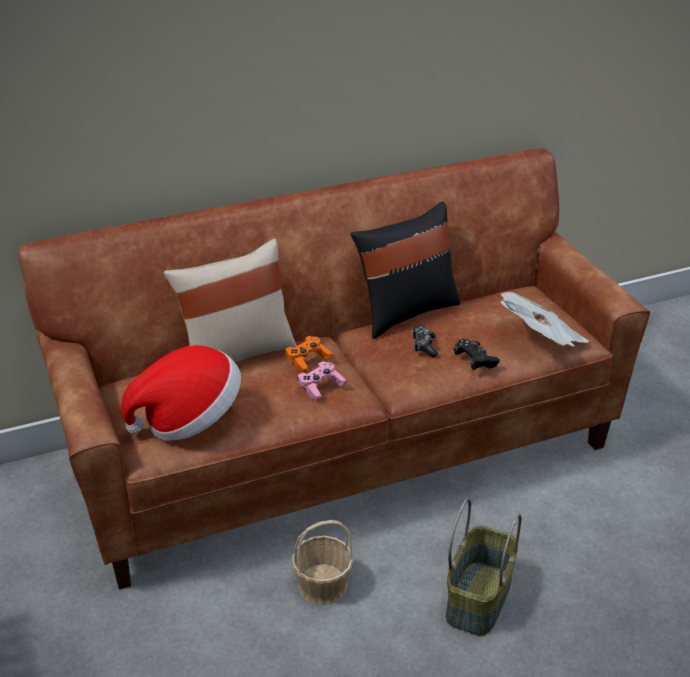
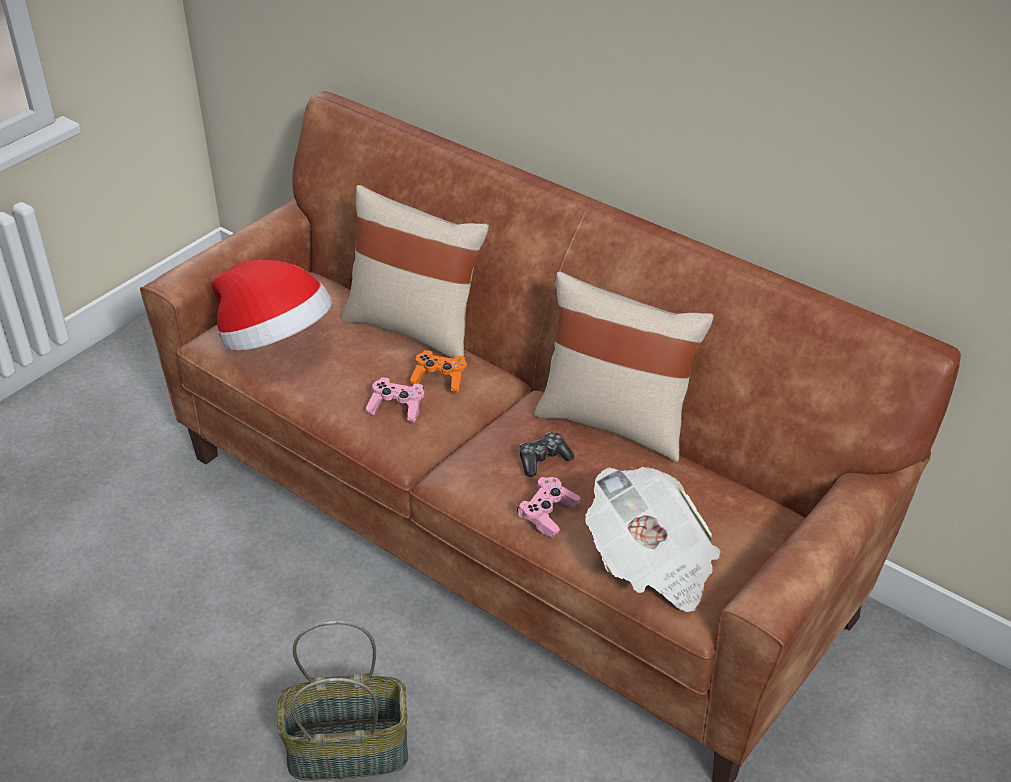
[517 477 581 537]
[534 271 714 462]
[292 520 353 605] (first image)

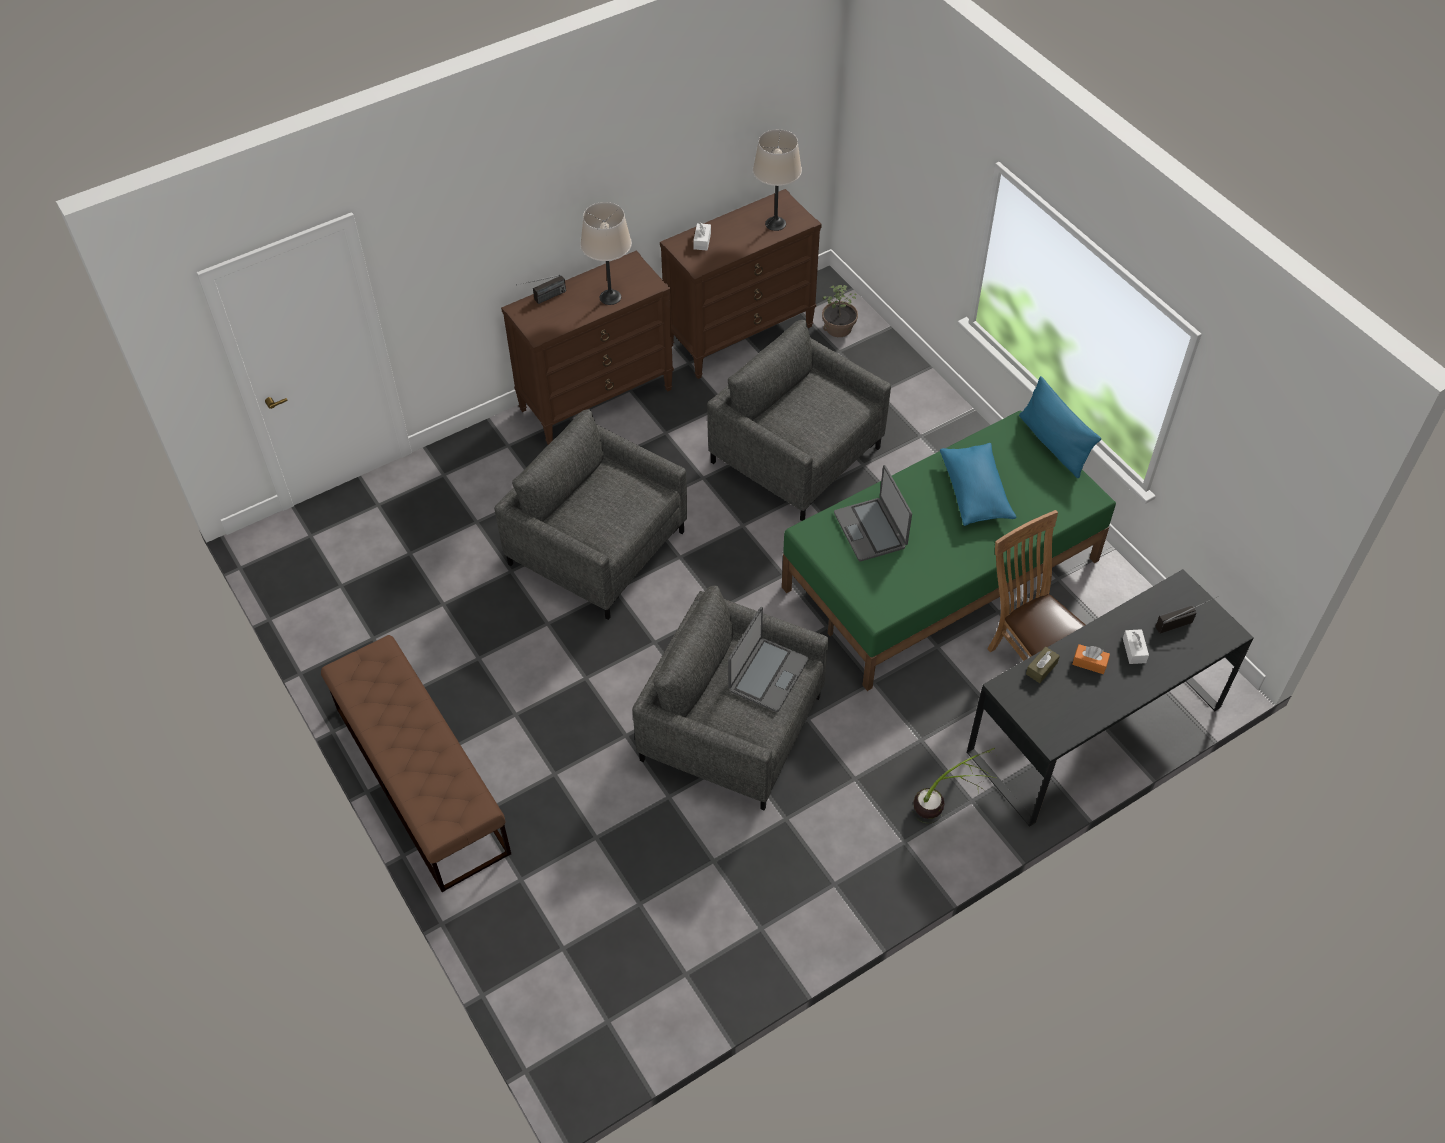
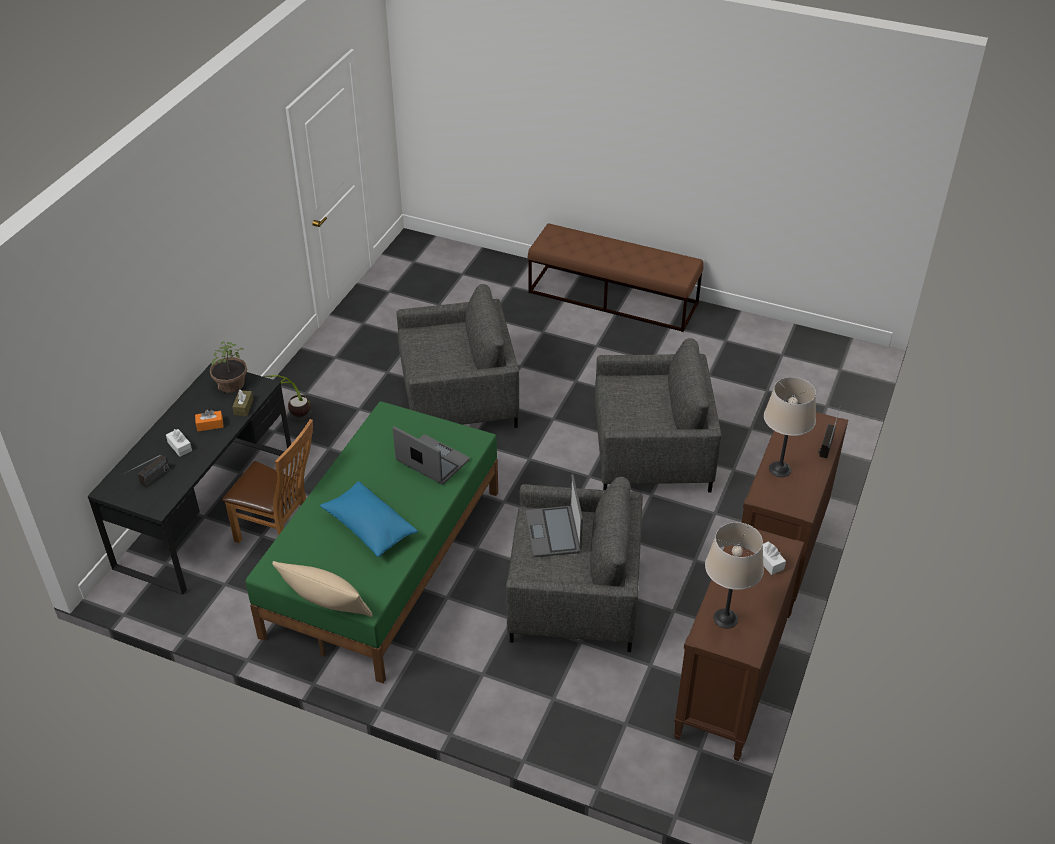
[210 342 247 393]
[272 561 373 617]
[526 474 583 557]

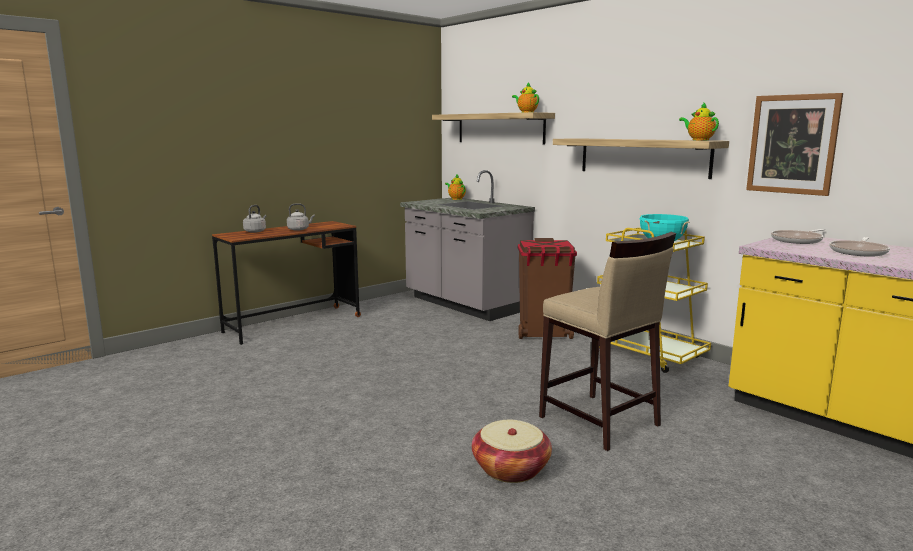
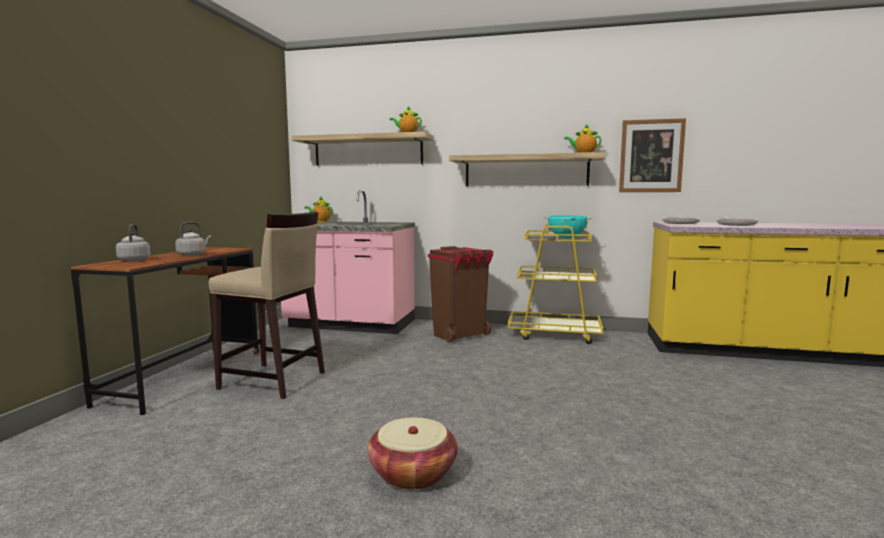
[209 211 325 399]
[281 190 415 334]
[367 417 458 490]

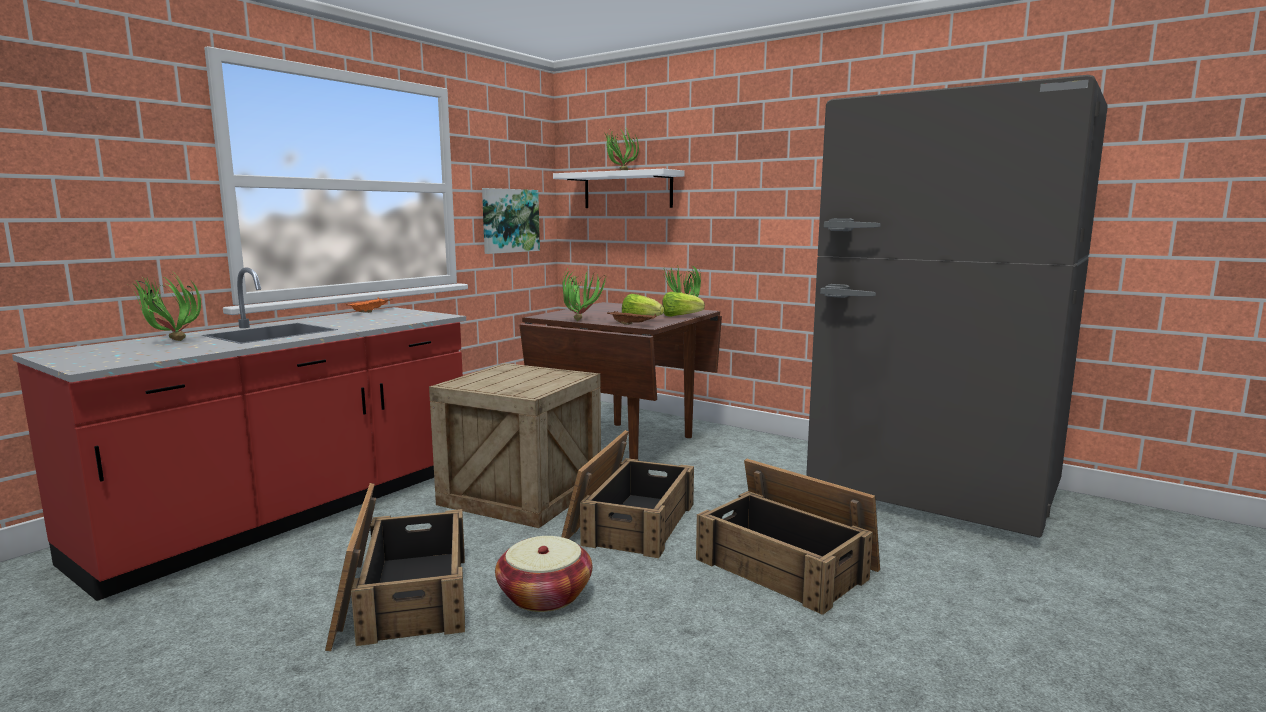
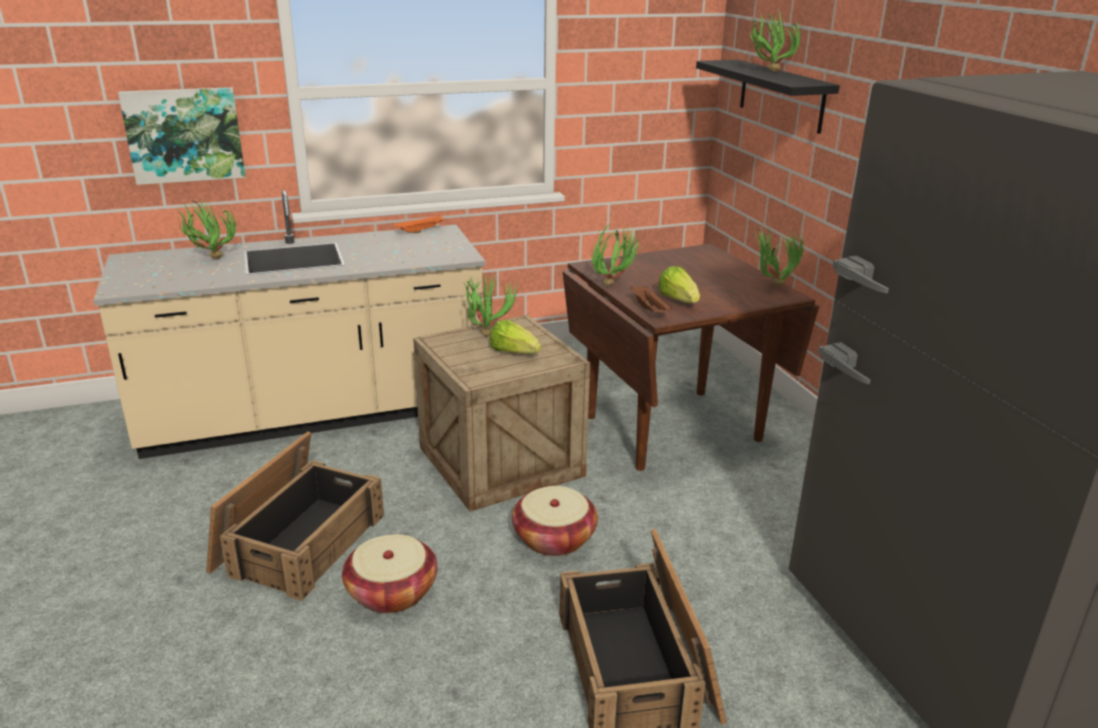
[93 190 486 459]
[118 87 246 185]
[463 275 518 337]
[490 319 541 354]
[512 486 598 556]
[696 60 840 134]

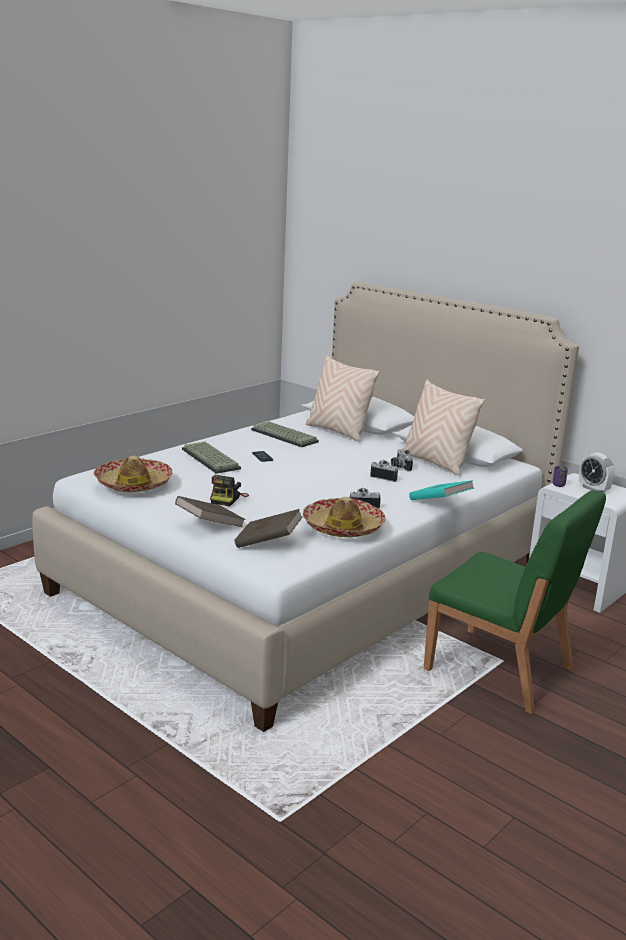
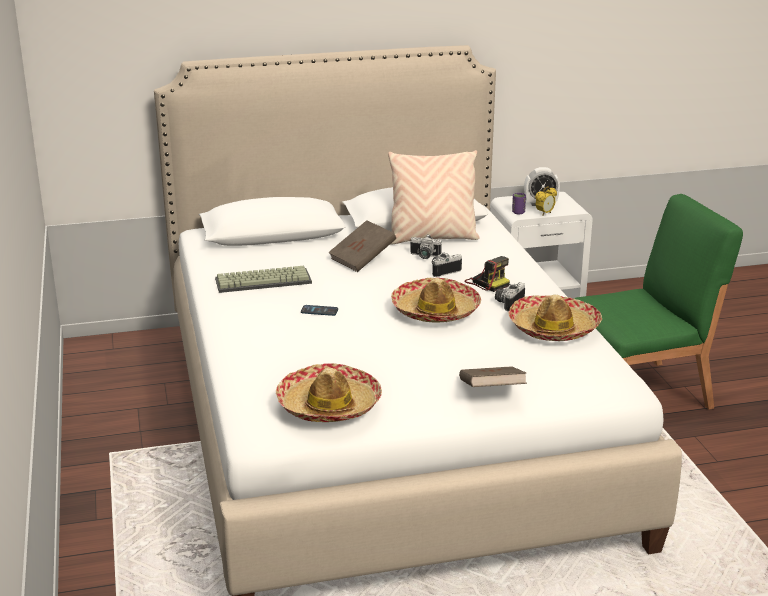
[328 220 396 272]
[391 278 481 322]
[465 256 510 292]
[535 186 557 216]
[182 442 241 474] (first image)
[306 355 380 442] (first image)
[409 480 474 500] (first image)

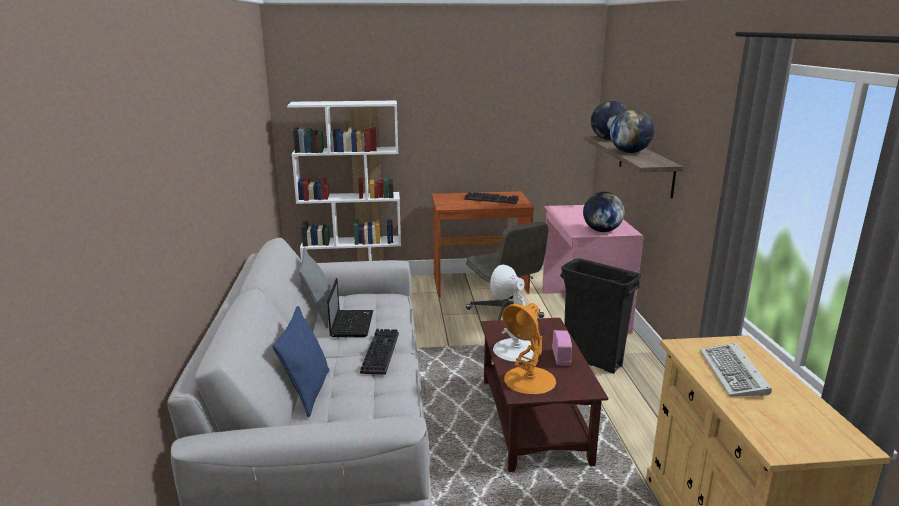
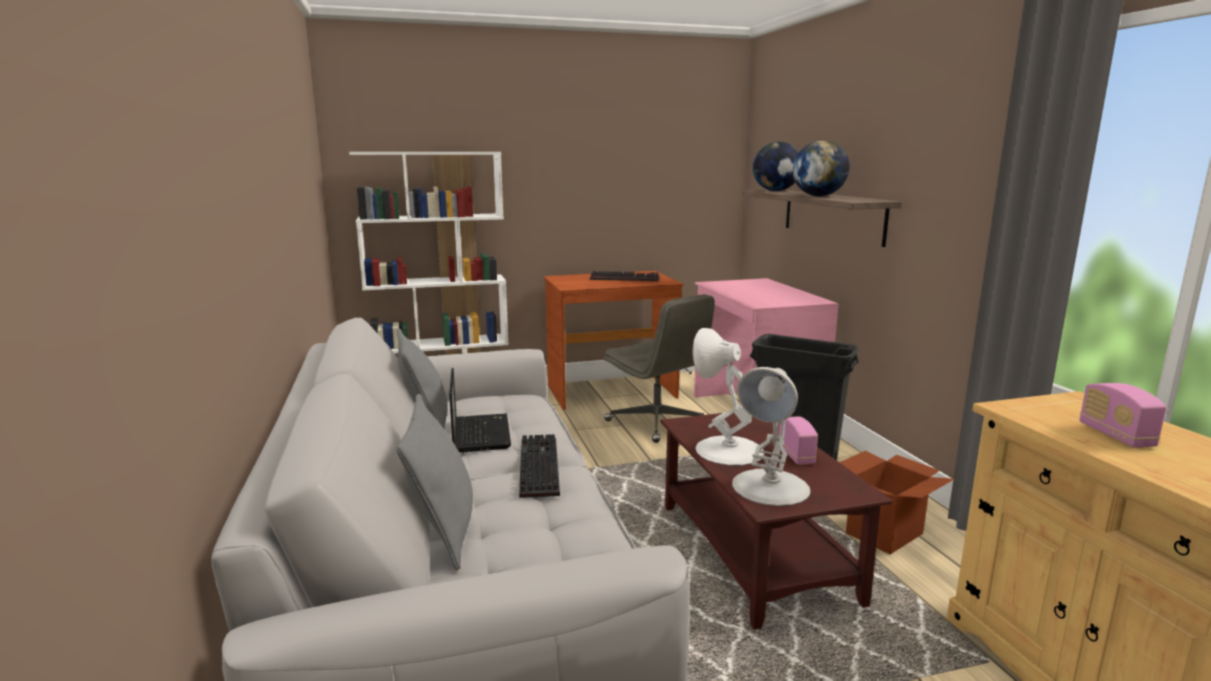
[396 394 473 570]
[732 367 811 506]
[839 451 954 554]
[1079 383 1166 448]
[583 192 625 232] (first image)

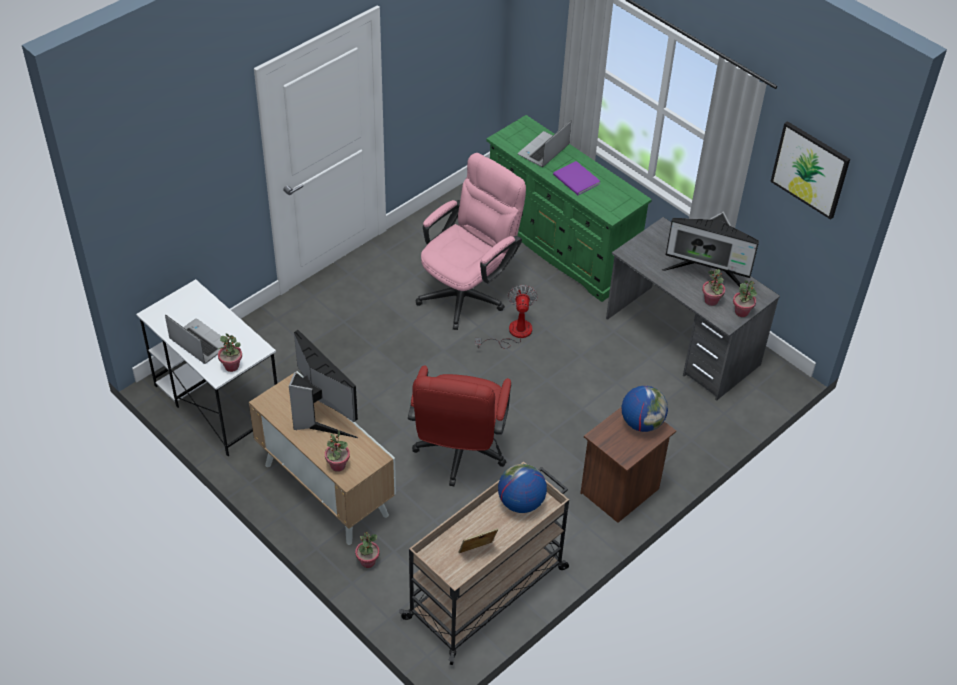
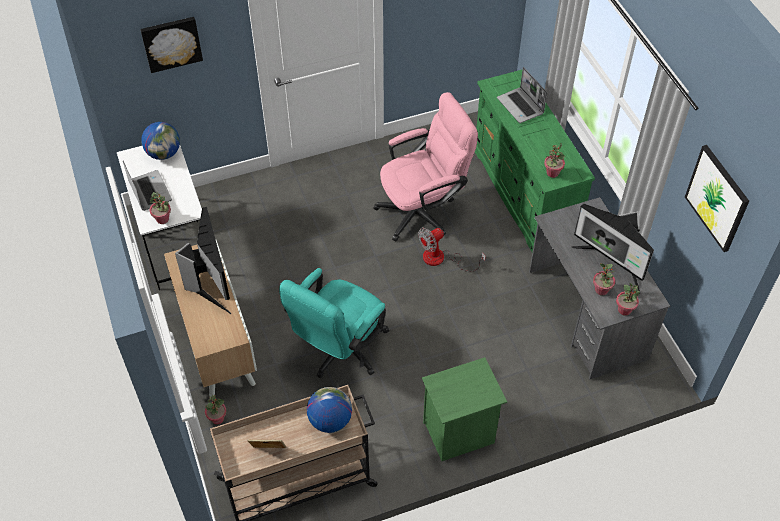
[140 17 203 73]
[141 122 180 160]
[279 268 389 379]
[418 228 486 272]
[422 357 507 461]
[497 67 547 123]
[544 143 565 178]
[553 161 600 195] (first image)

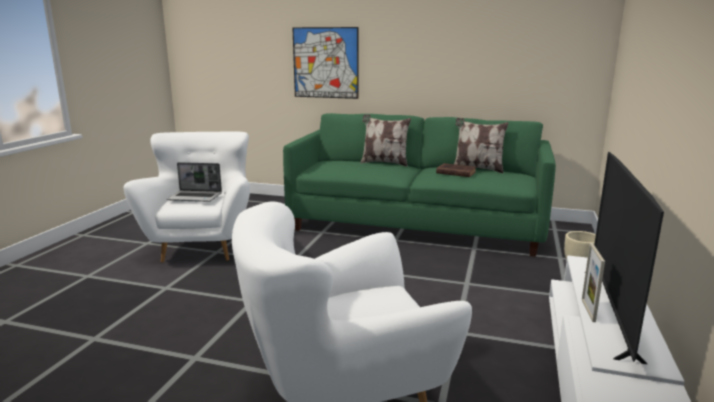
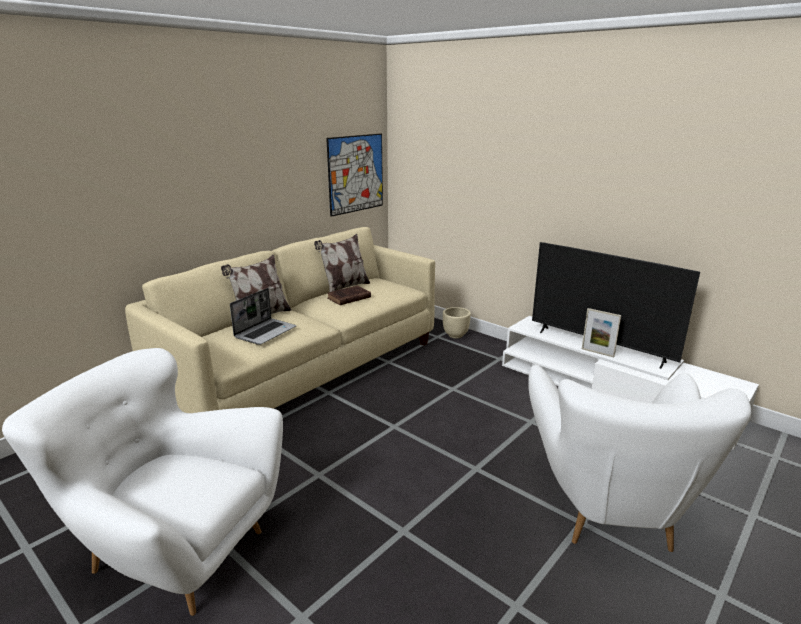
[125 227 435 413]
[230 288 296 345]
[326 133 383 217]

